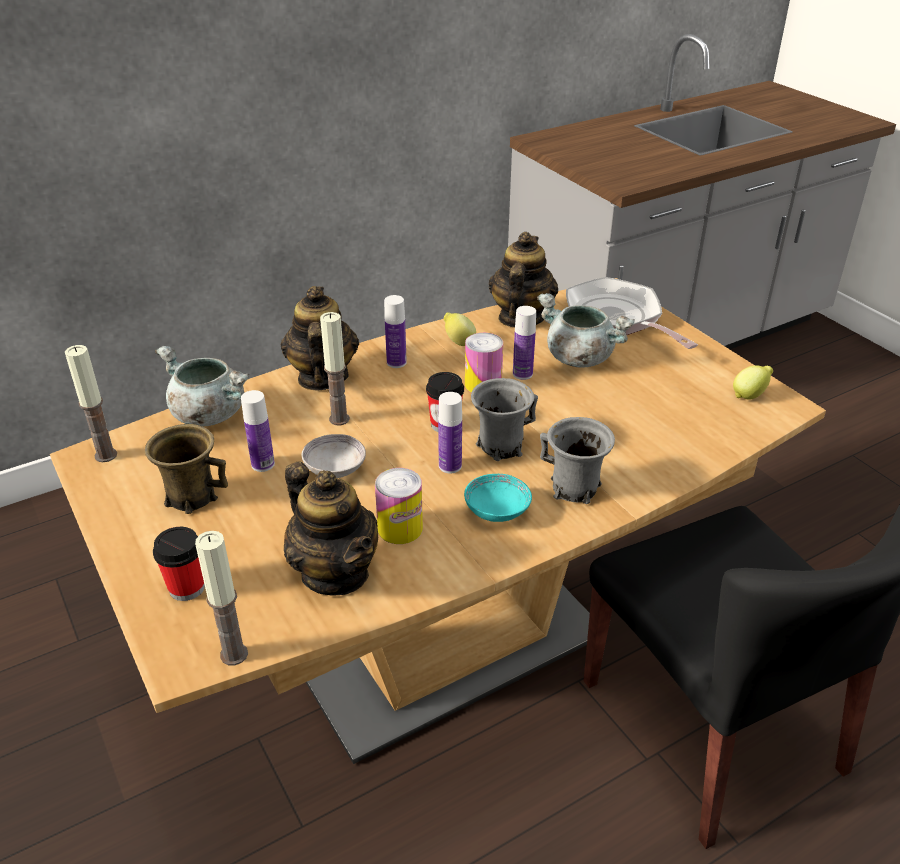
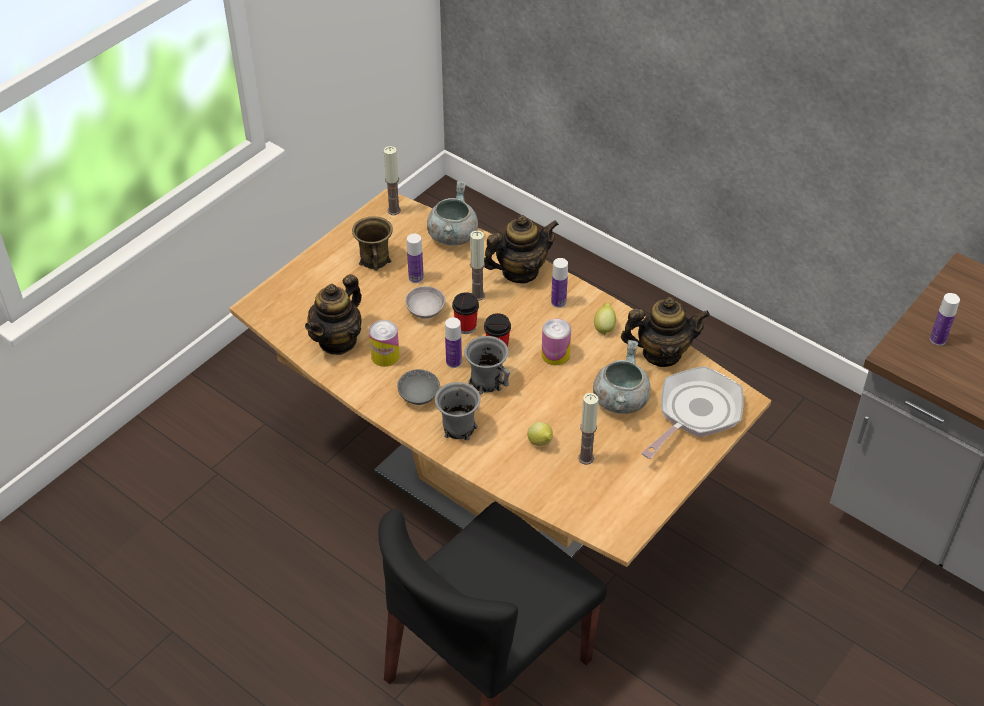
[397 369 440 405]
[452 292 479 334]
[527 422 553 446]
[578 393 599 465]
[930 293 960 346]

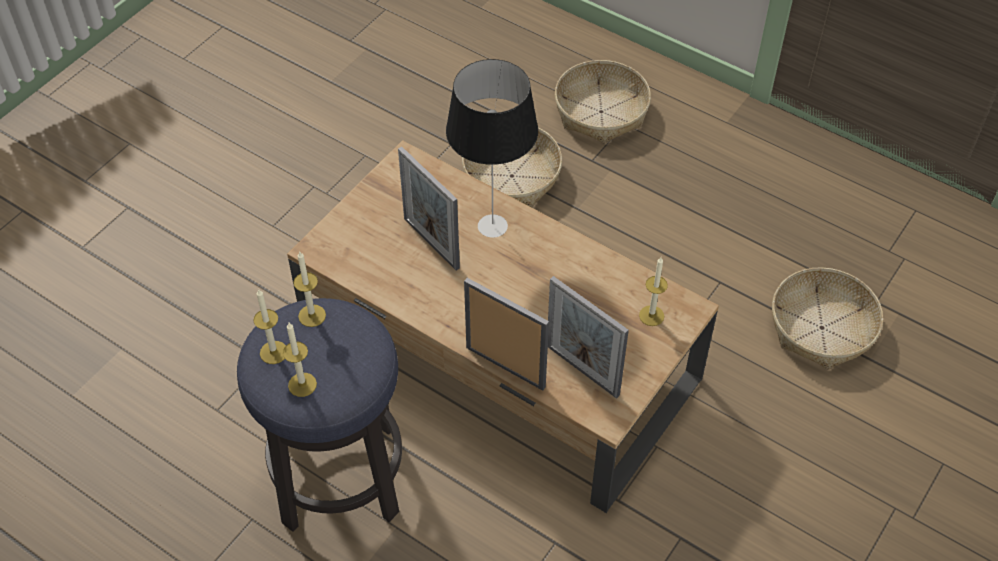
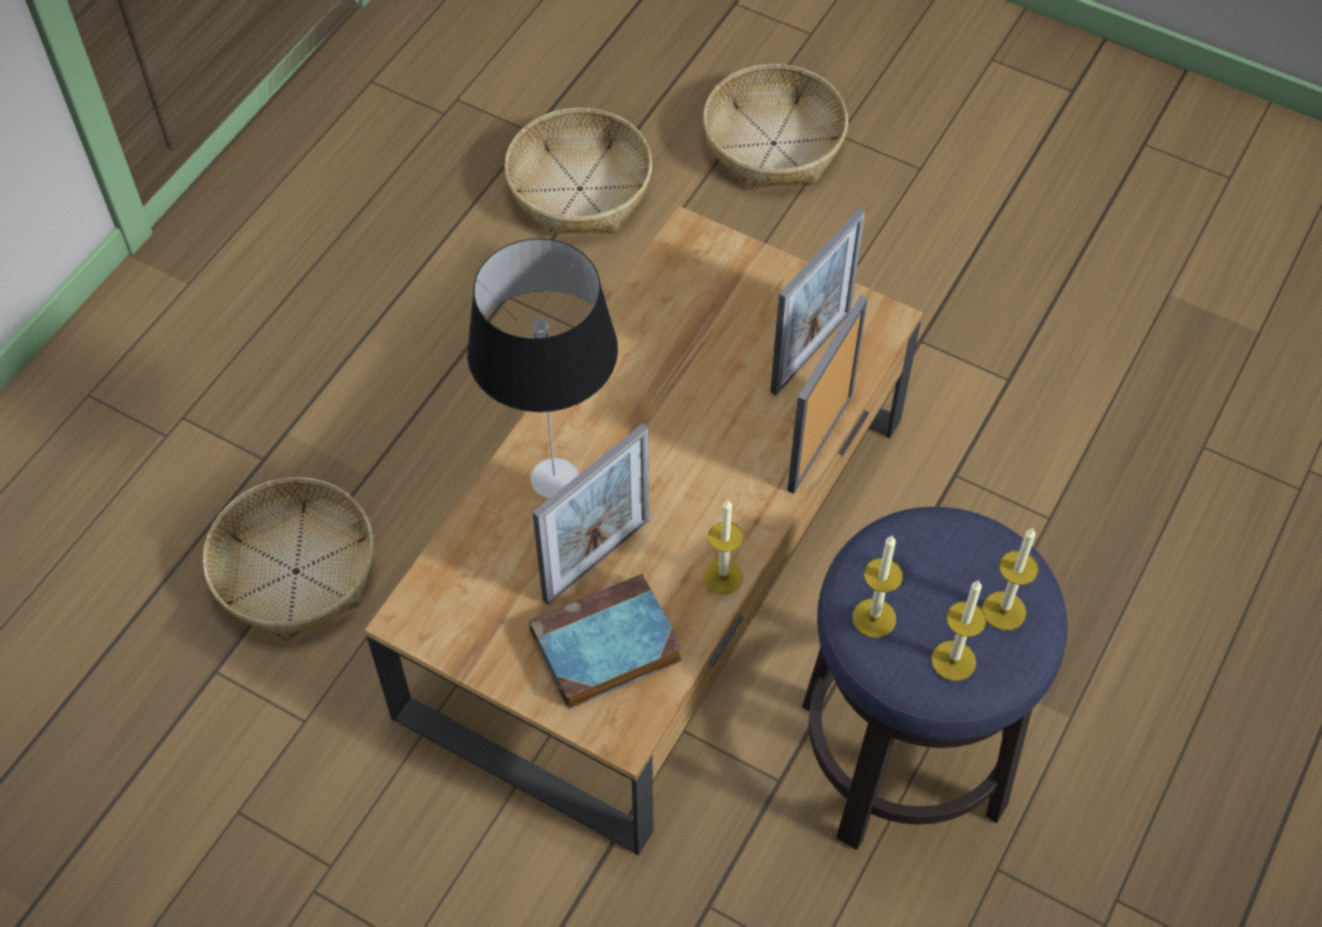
[529 574 682 709]
[703 64 848 189]
[704 500 743 594]

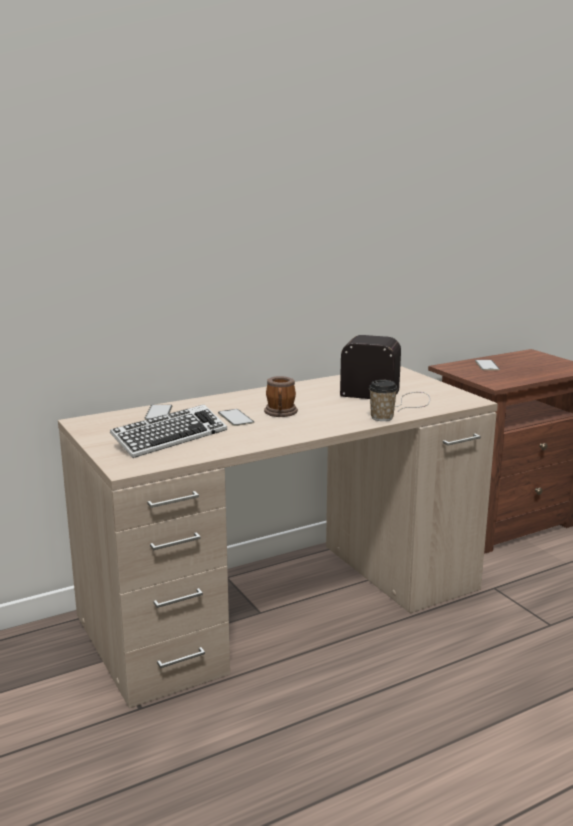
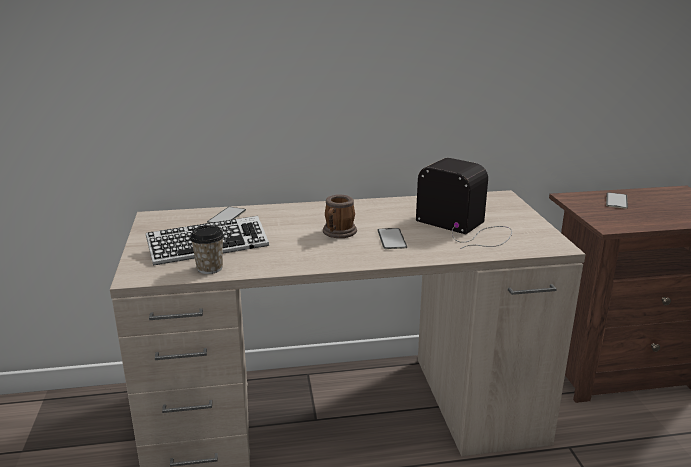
[190 225 224 274]
[377 228 407 249]

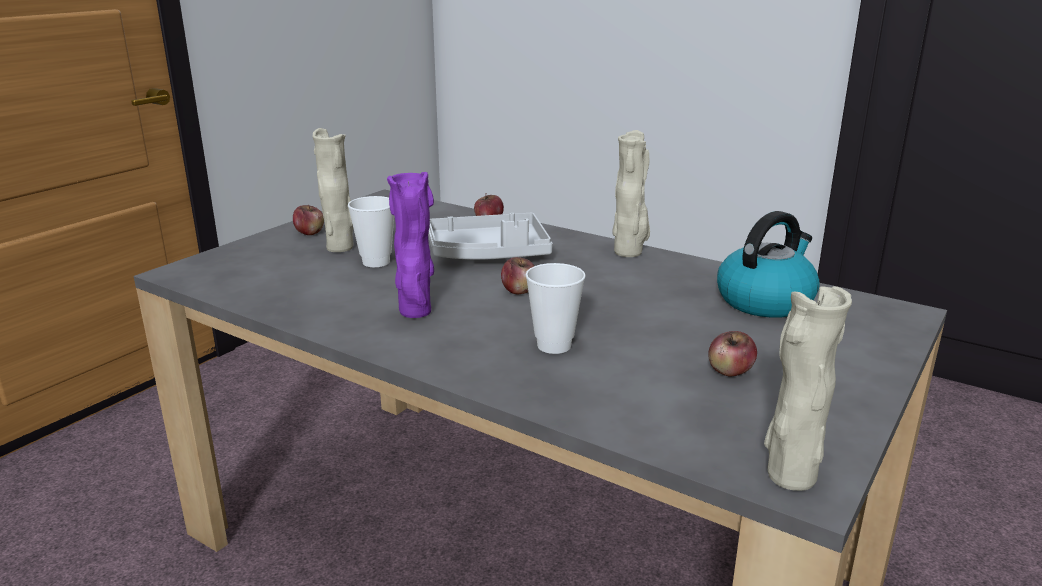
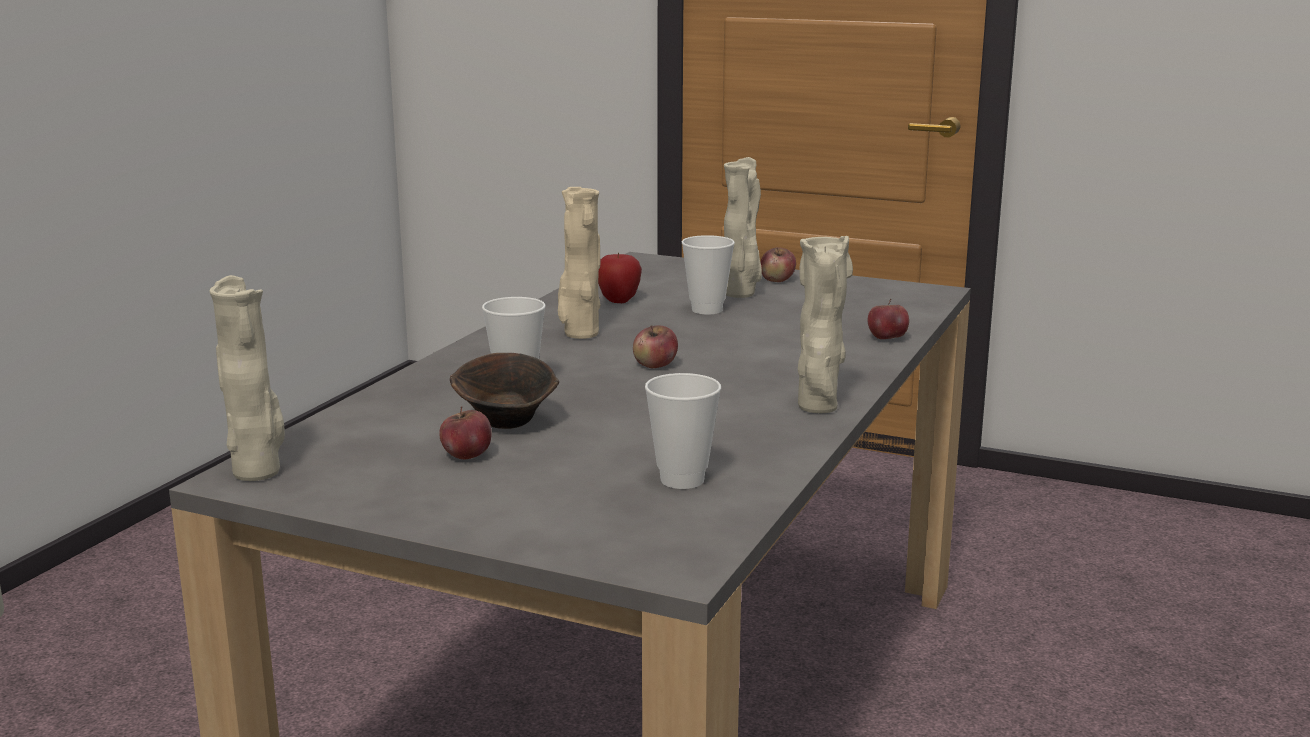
[450 353 559 429]
[558 187 600 339]
[598 252 642 303]
[645 373 721 489]
[428 213 553 260] (first image)

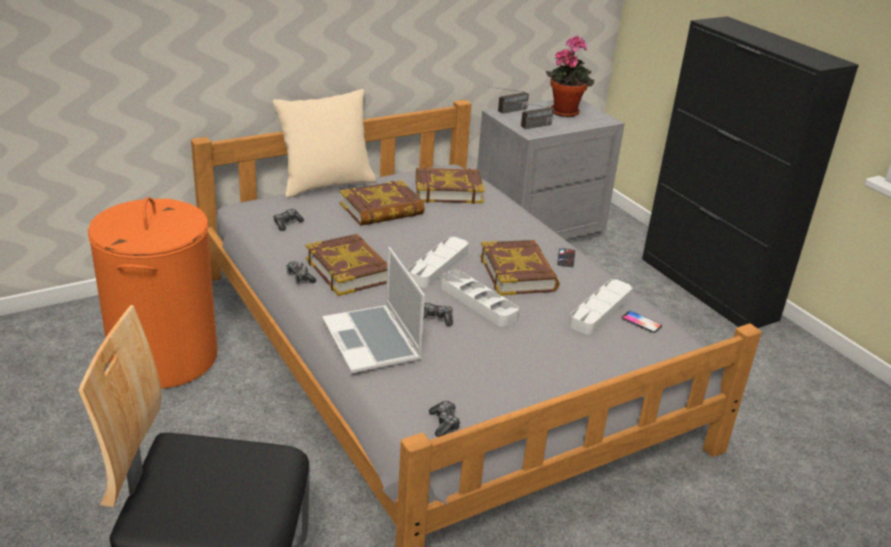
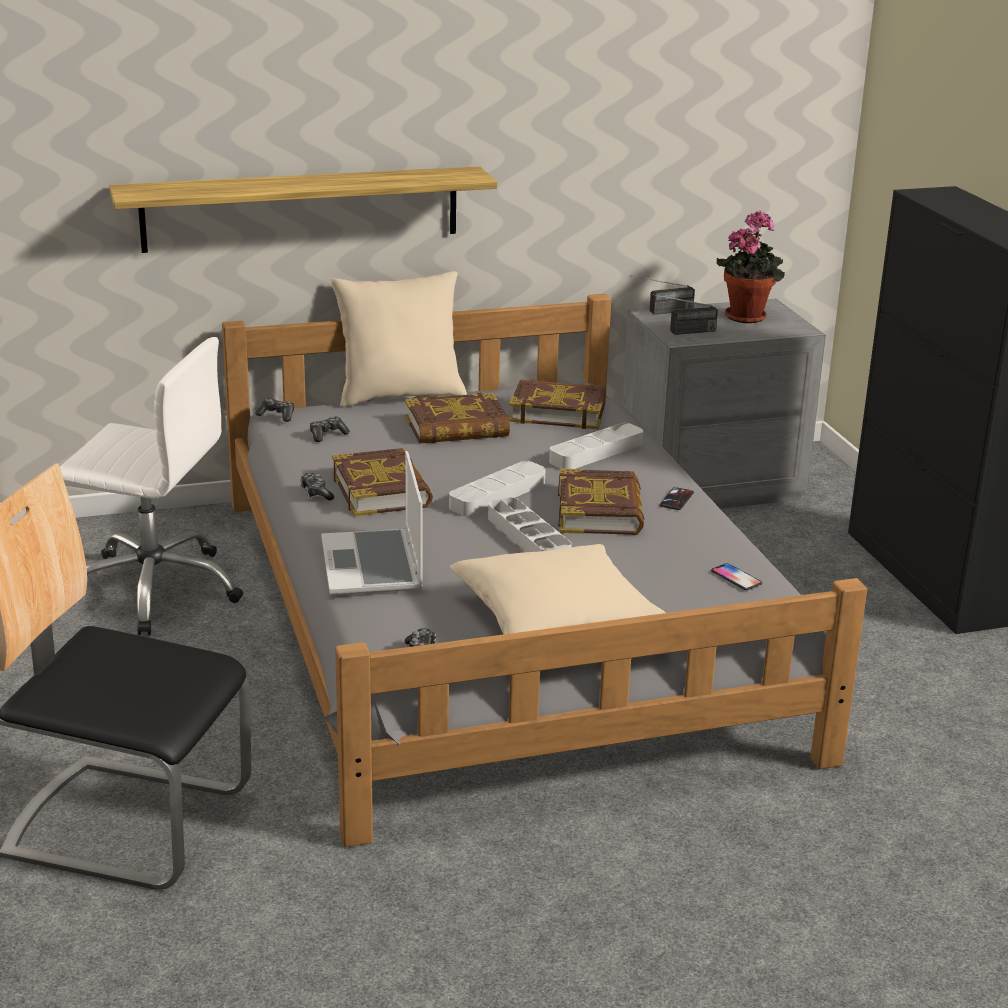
[60 337 243 635]
[109 166 497 253]
[255 398 294 422]
[450 544 666 634]
[549 423 643 469]

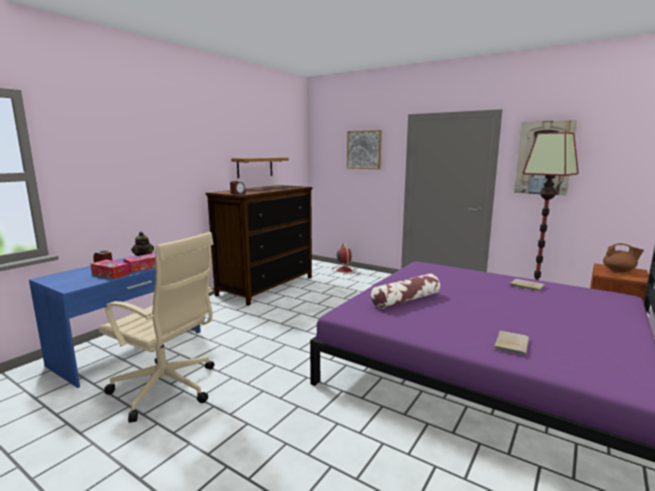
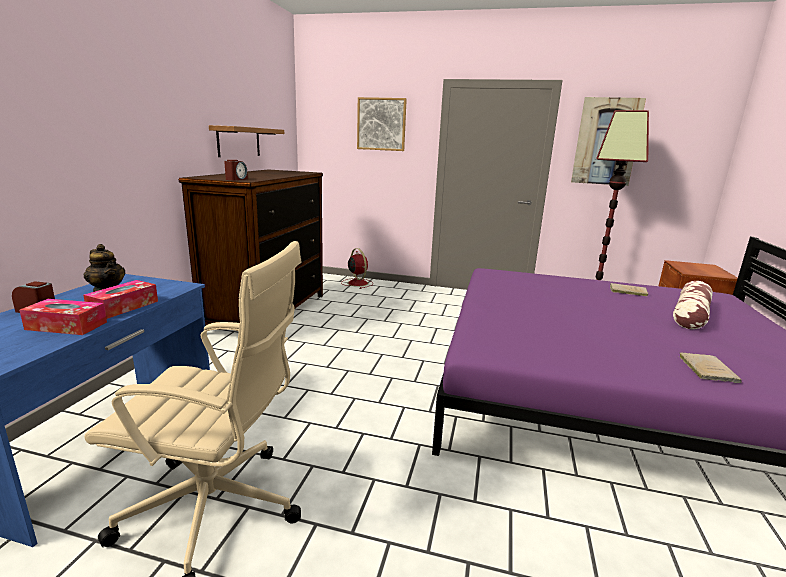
[673 281 713 329]
[603 243 644 272] (first image)

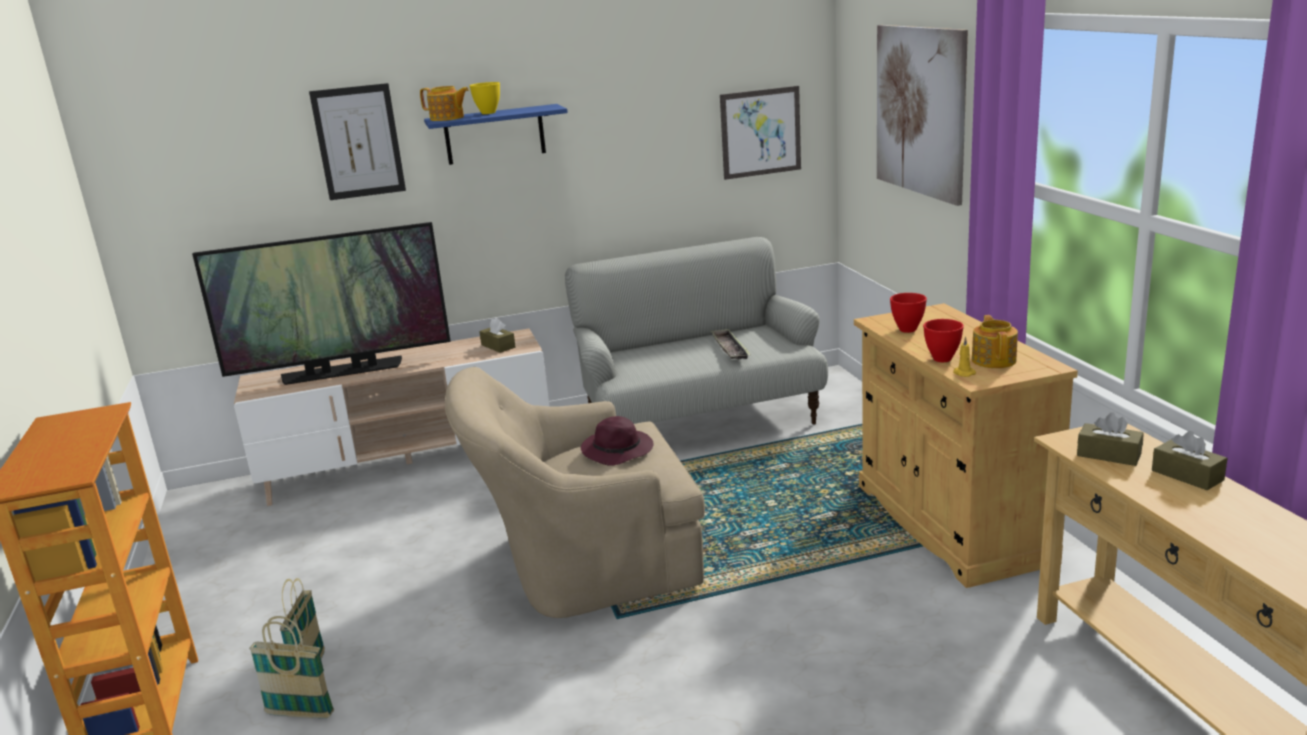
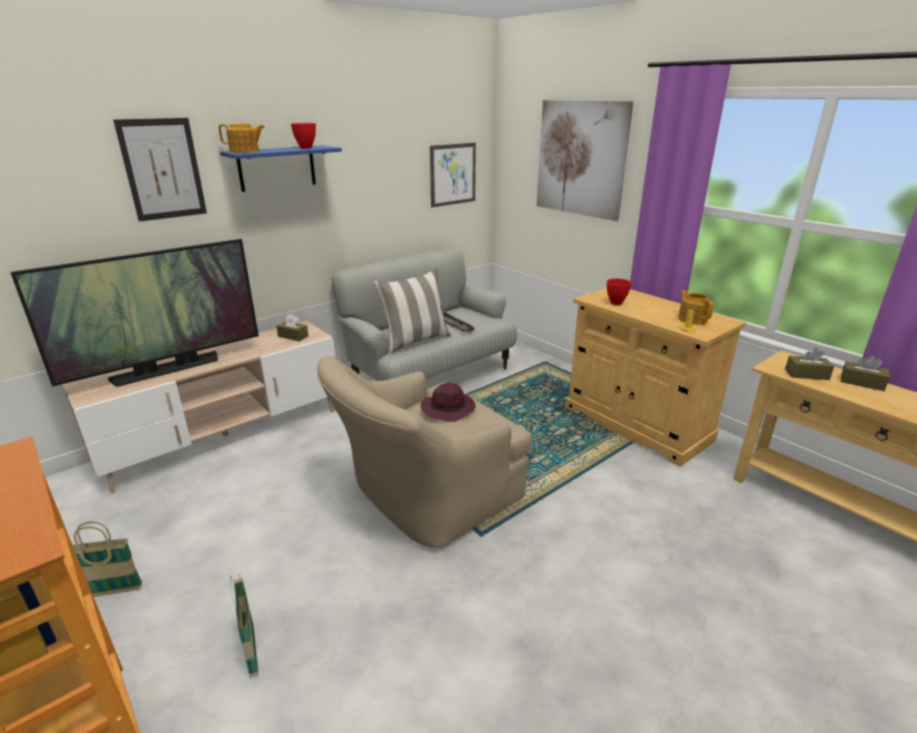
[73 522 142 597]
[291 123 316 149]
[374 268 451 353]
[470 82 500 114] (first image)

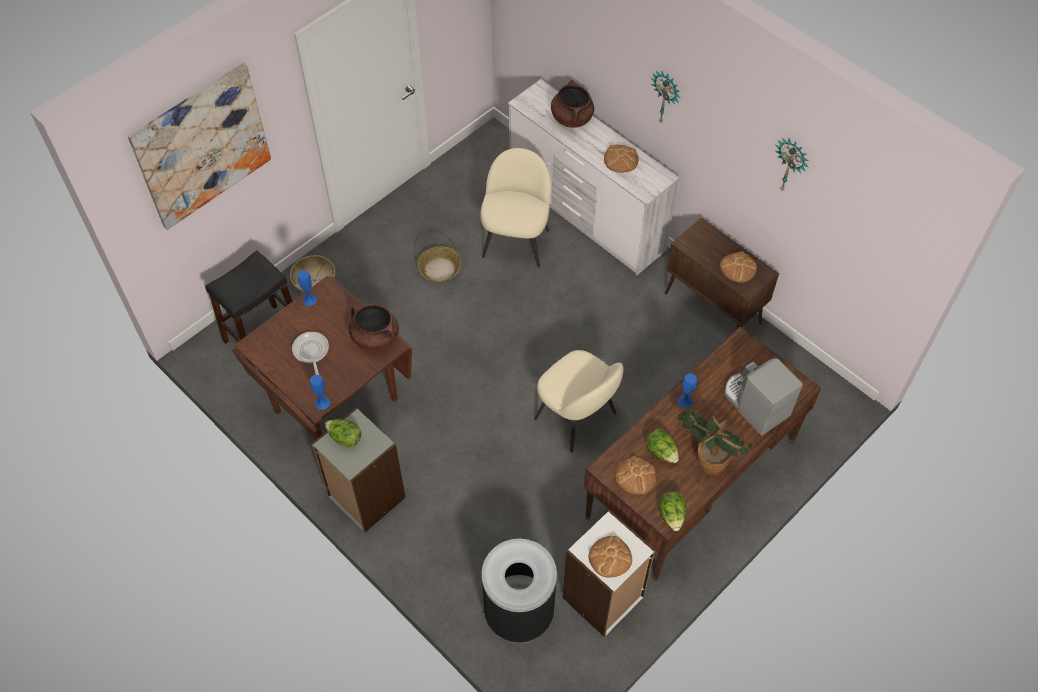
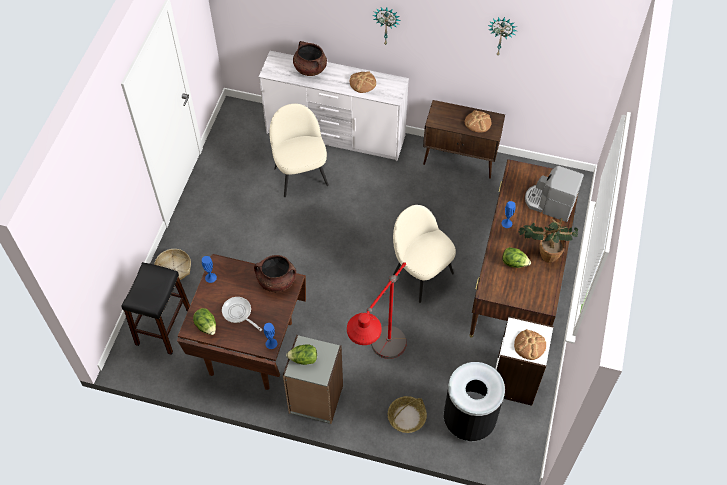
[193 308 216 335]
[347 262 407 359]
[388 396 427 433]
[393 205 456 303]
[128 63 271 230] (first image)
[615 456 656 495] (first image)

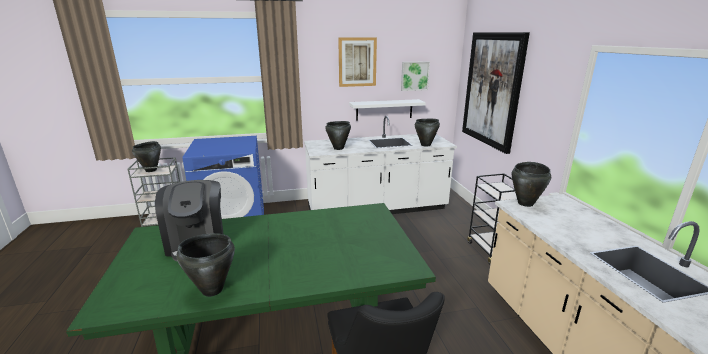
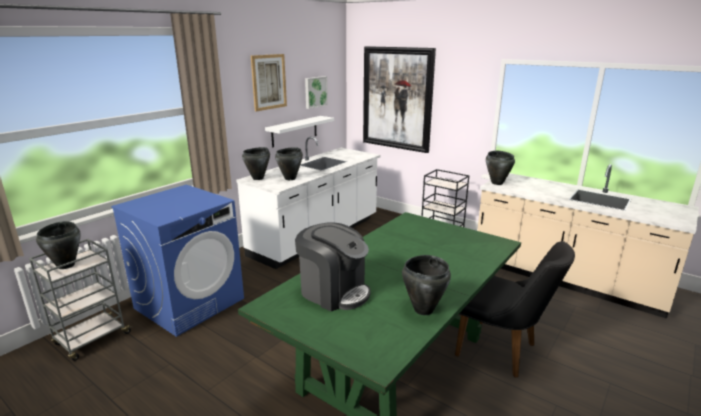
[242 147 270 180]

